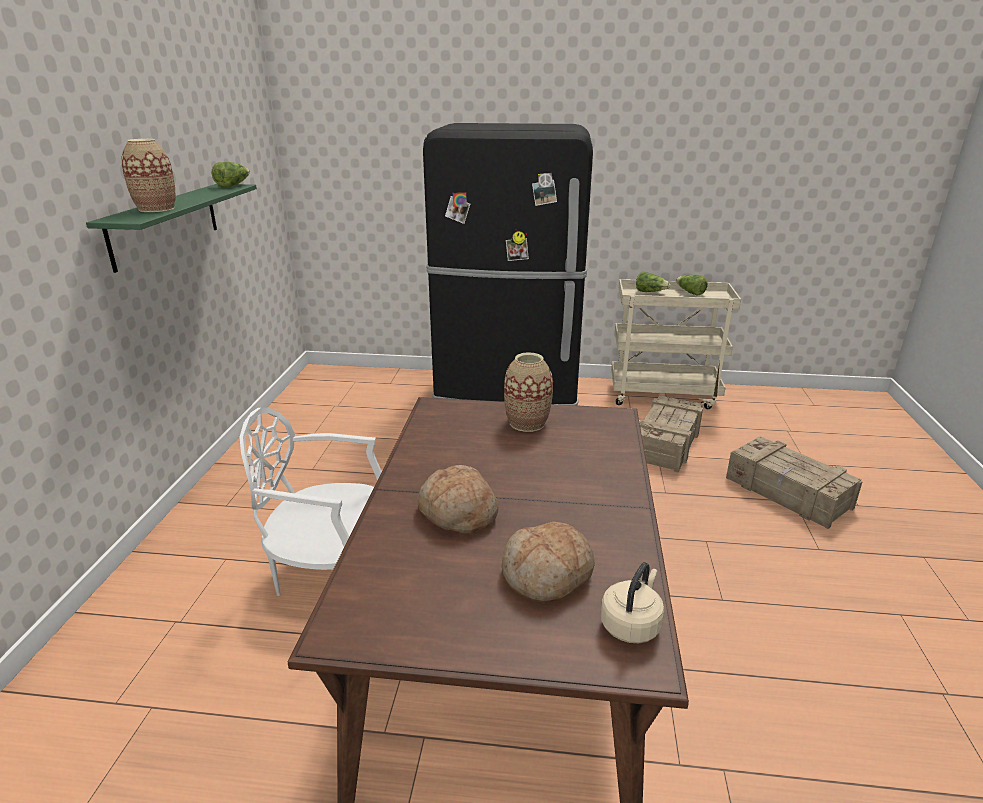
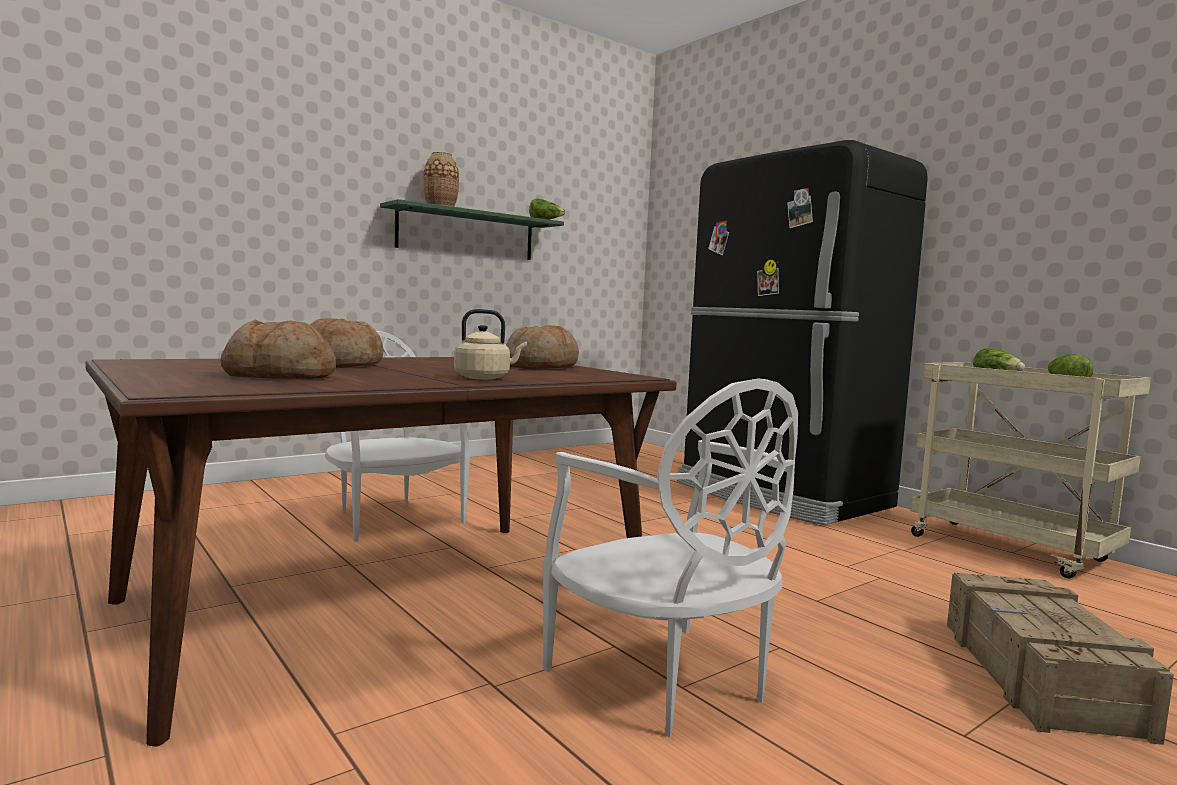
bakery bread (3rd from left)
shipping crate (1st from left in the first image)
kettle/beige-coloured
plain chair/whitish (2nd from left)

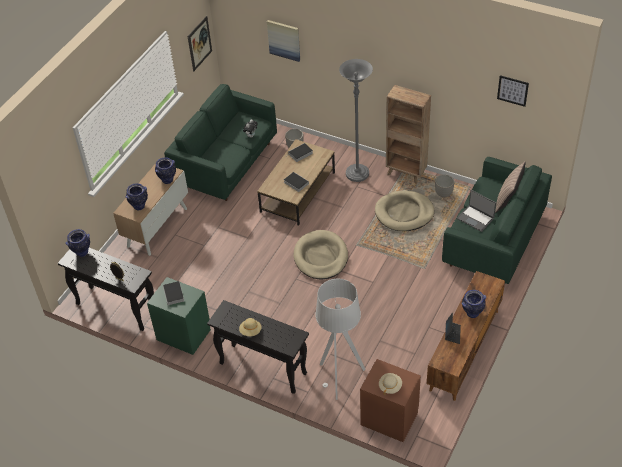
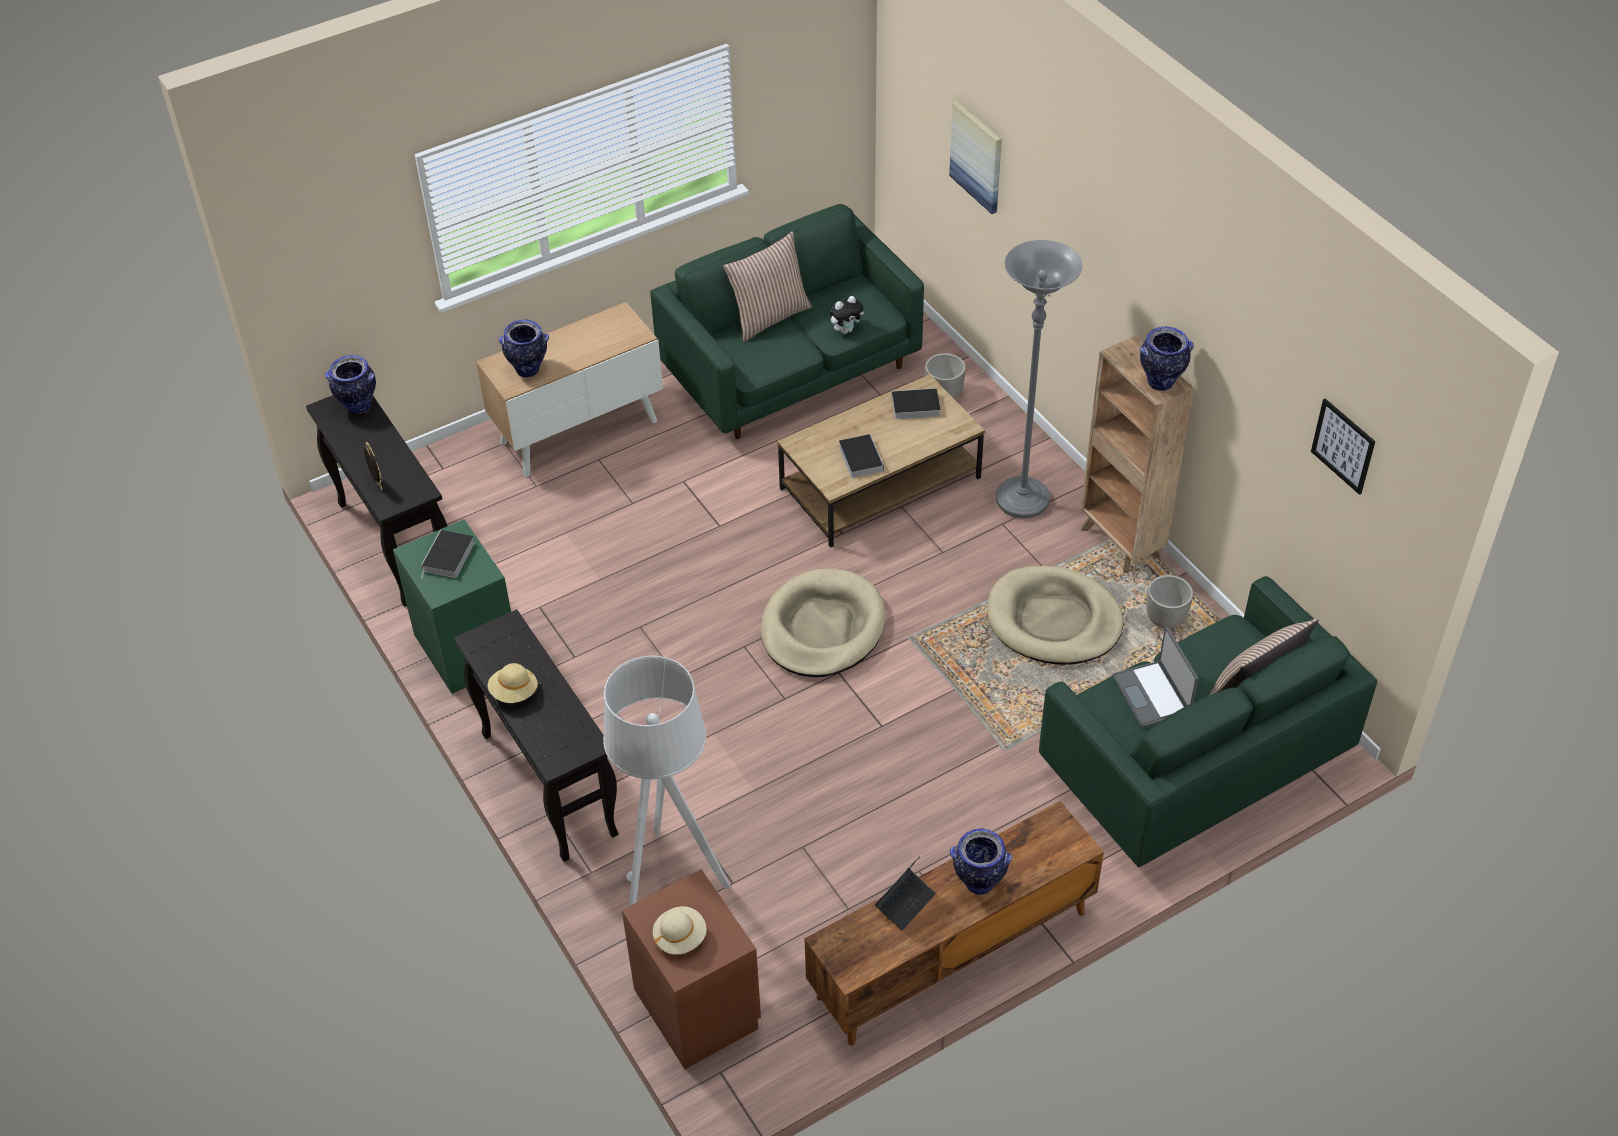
wall art (1st from left in the first image)
vase (4th from left)
cushion (1st from left)

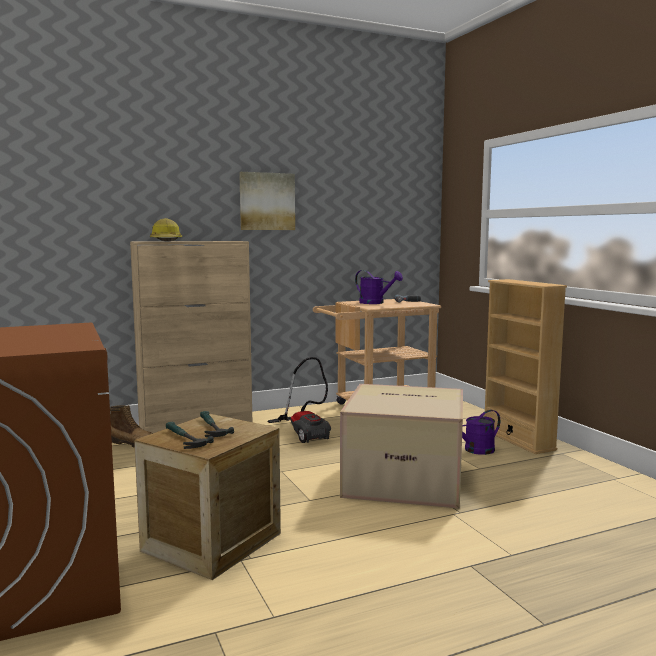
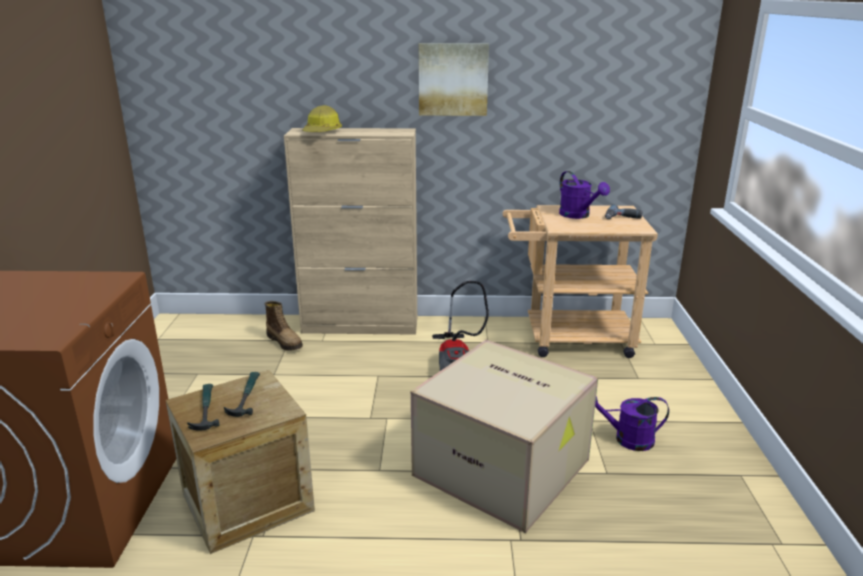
bookshelf/beige-coloured

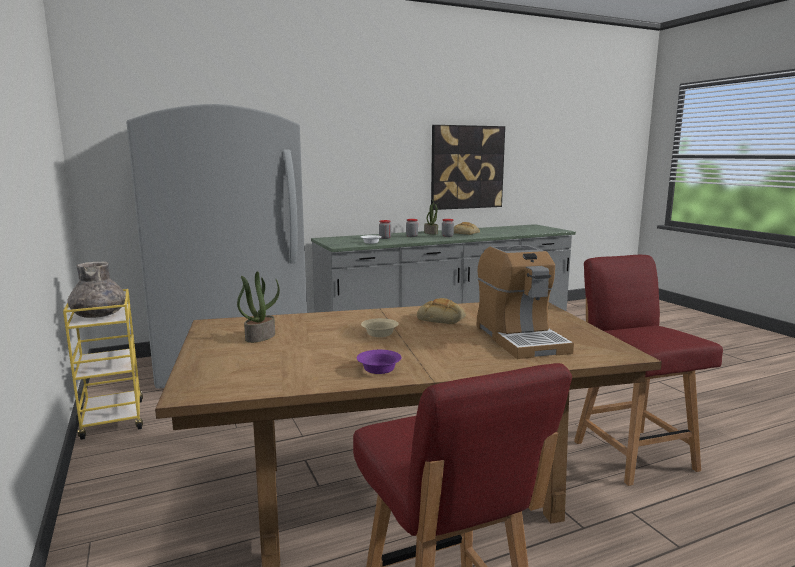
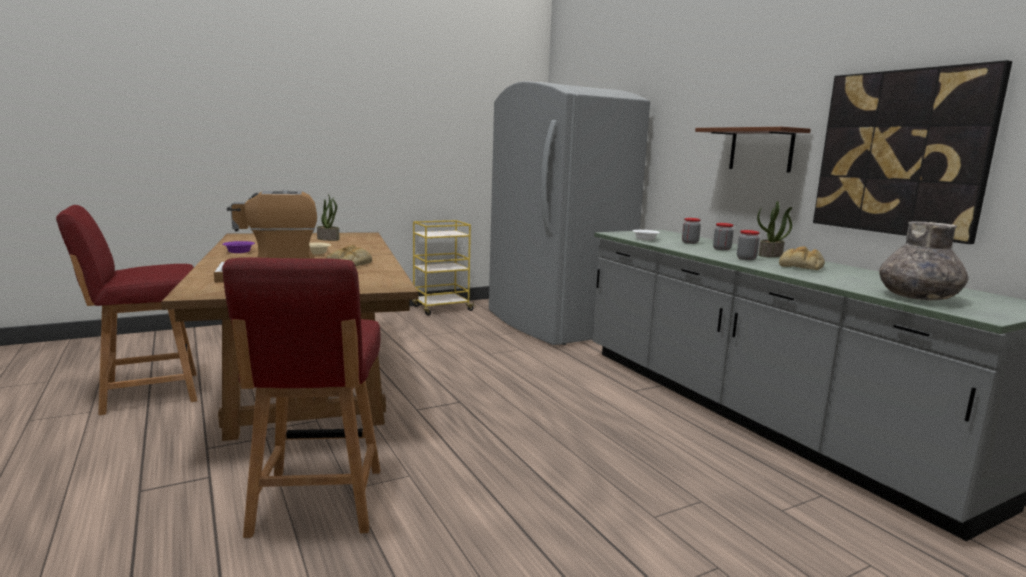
plain chair/red (2nd from left)
vase/gray
wall shelf/brownish

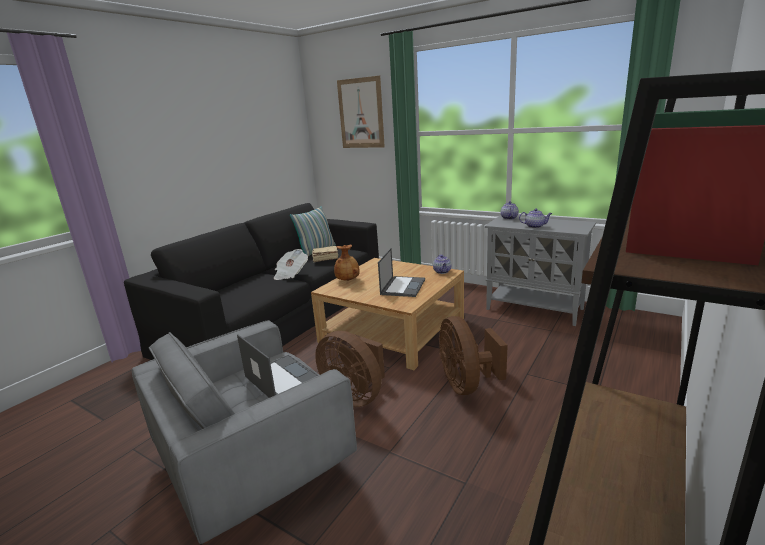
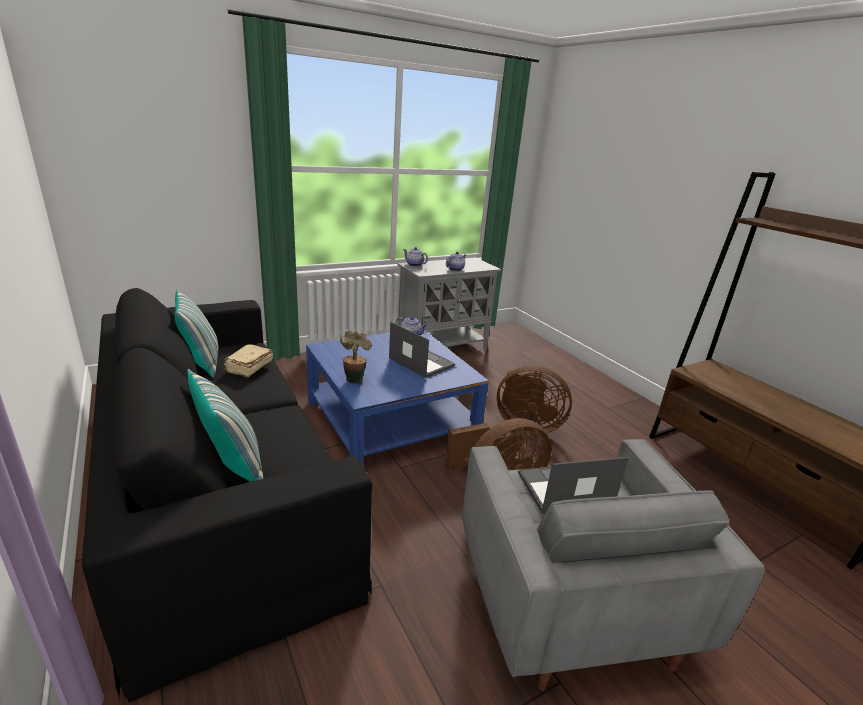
wall art
plant in a pot
newspaper
coffee table/bluish
cushion (2nd from left)

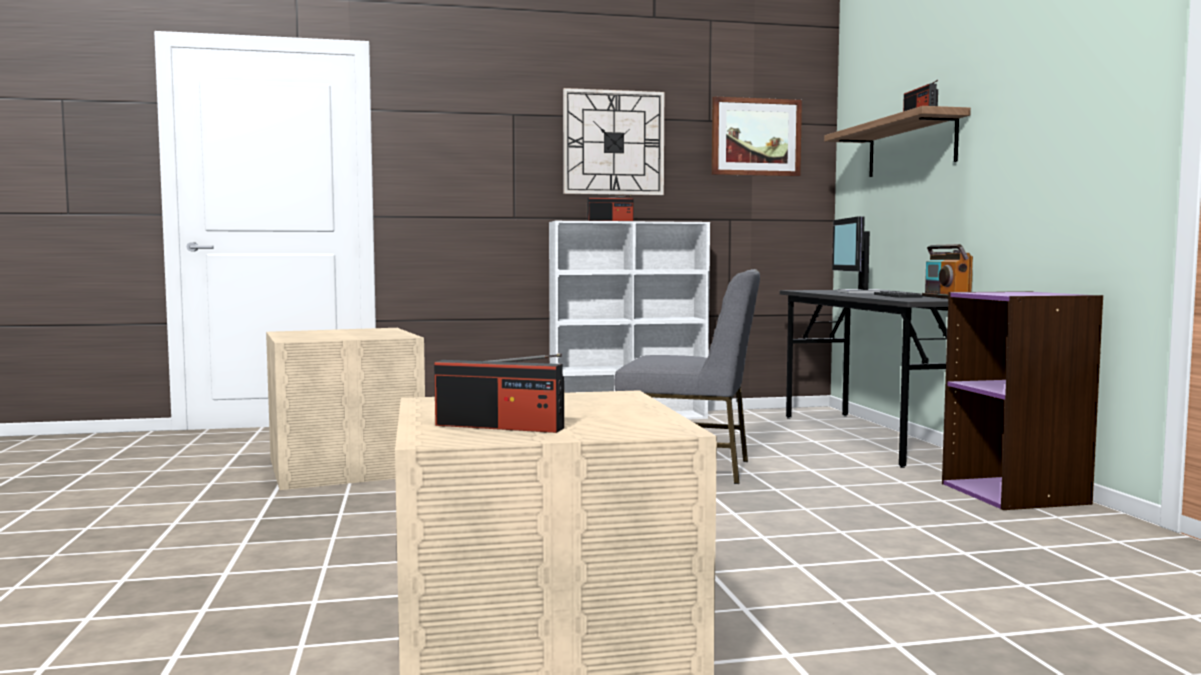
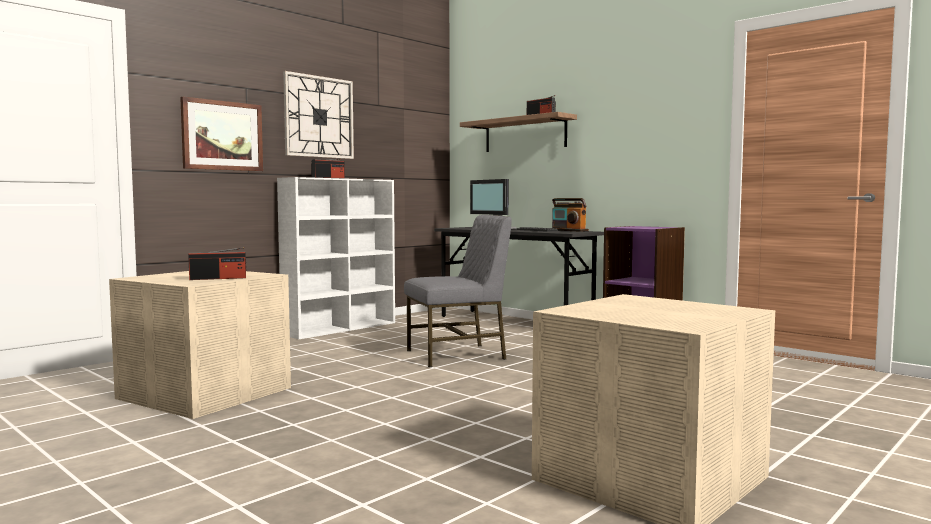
wall art
radio set (1st from left)

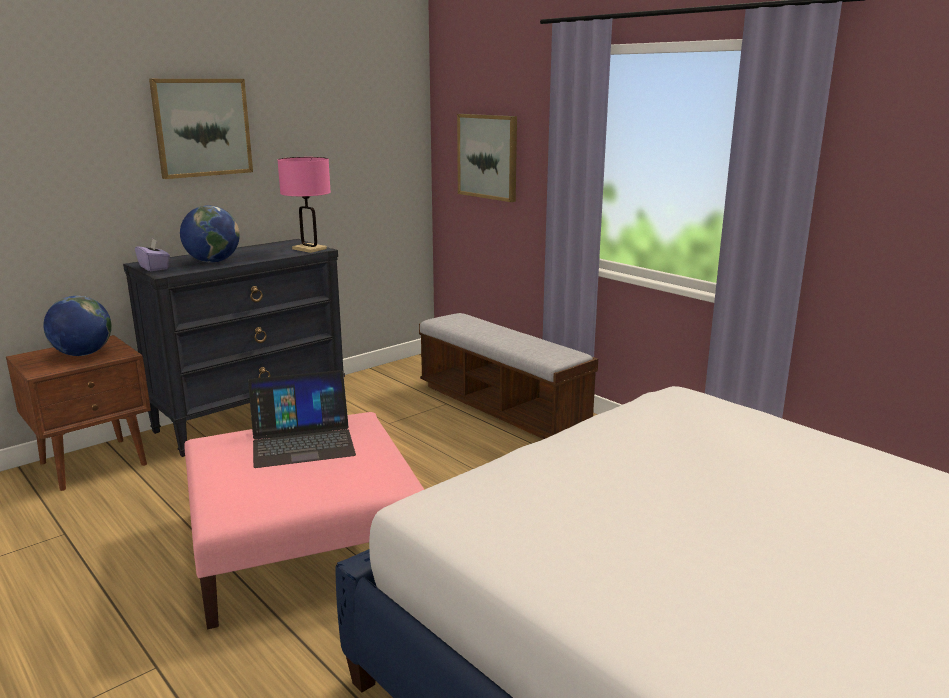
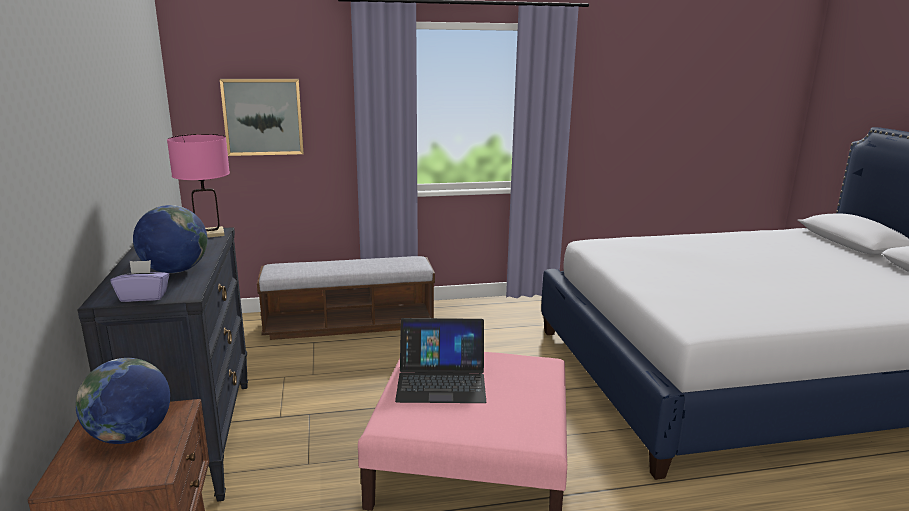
wall art (1st from left in the first image)
notebook computer

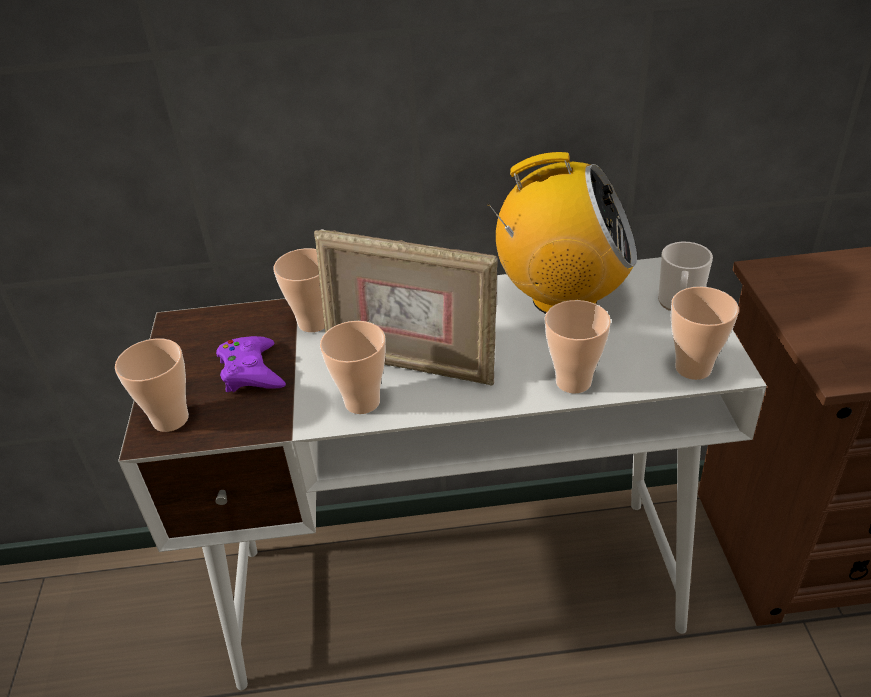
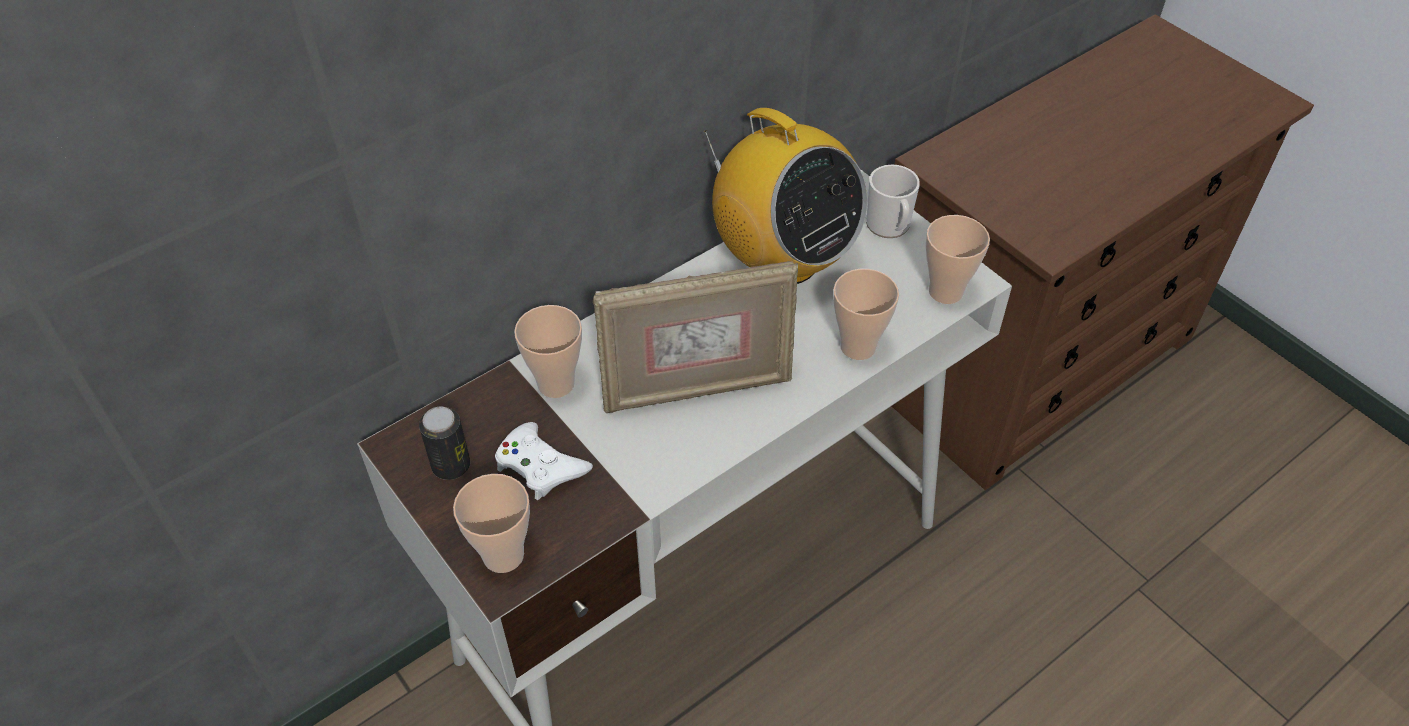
radio set
drinking cup (3rd from left in the first image)
gamepad/whitish
can

